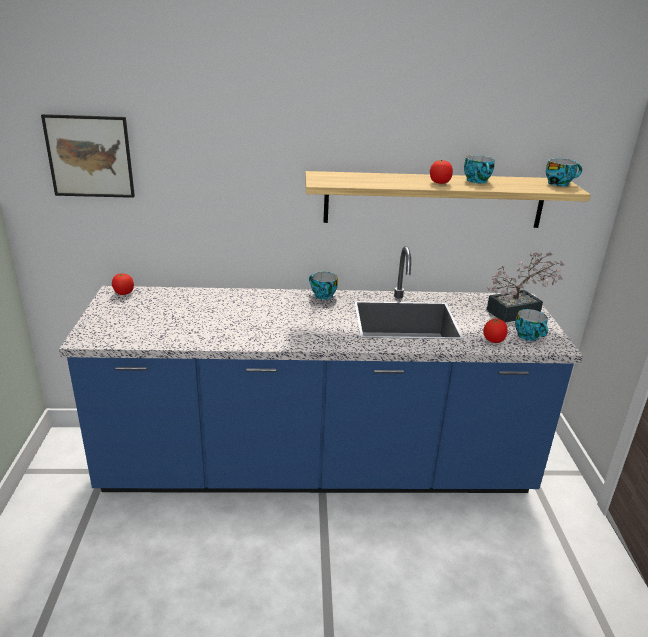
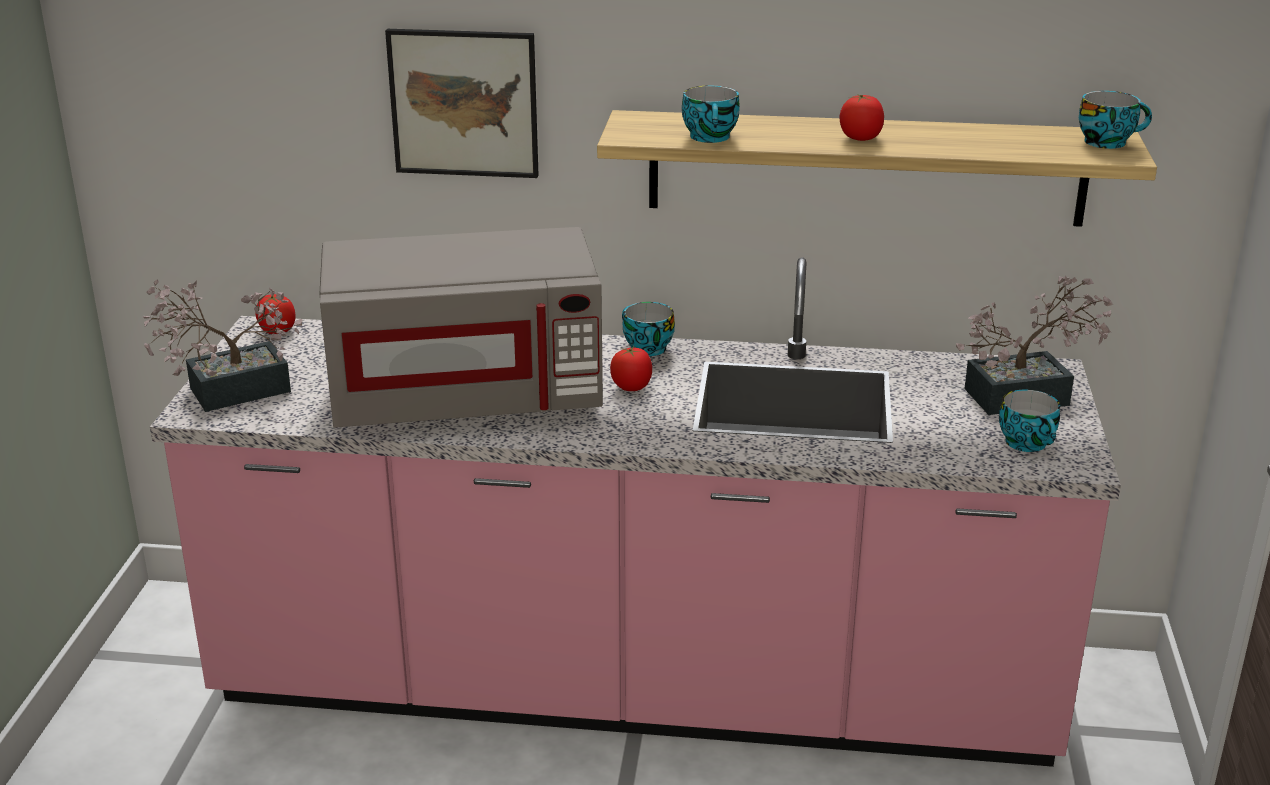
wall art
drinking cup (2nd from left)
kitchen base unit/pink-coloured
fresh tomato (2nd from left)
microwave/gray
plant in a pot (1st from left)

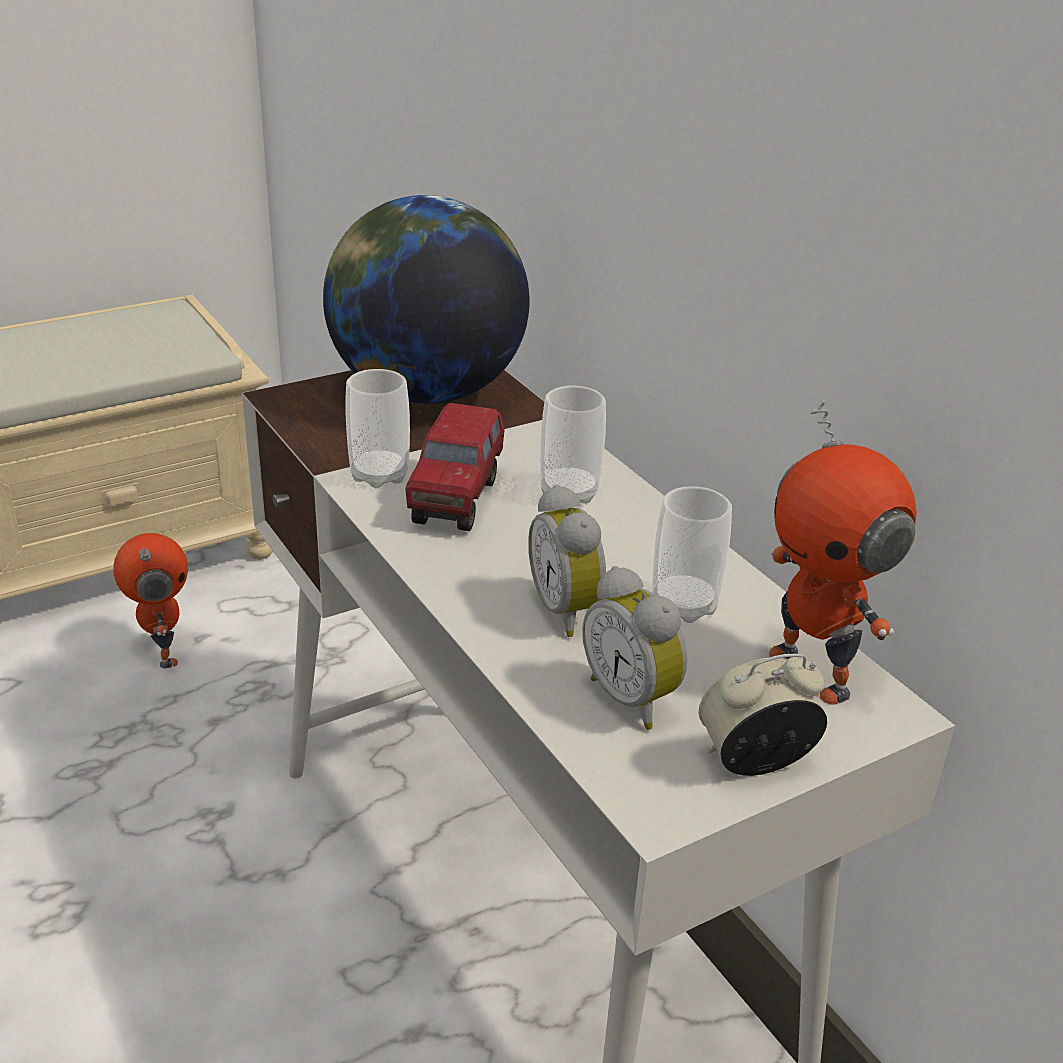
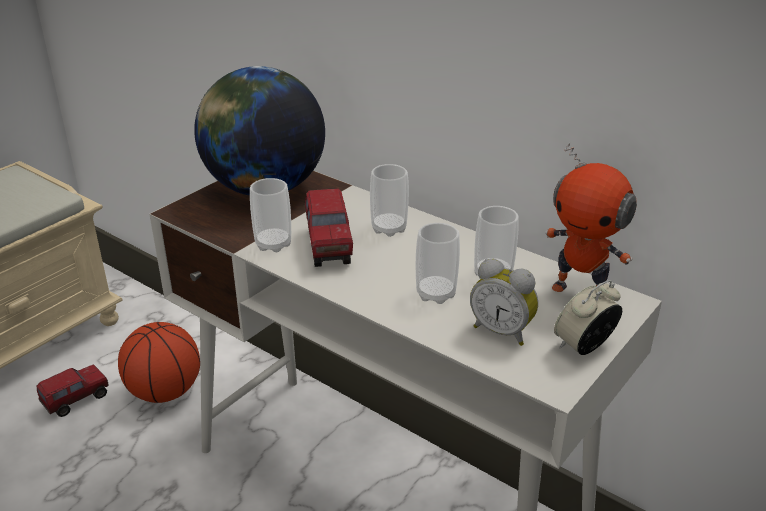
drinking cup (3rd from left)
toy truck (1st from left)
basketball ball

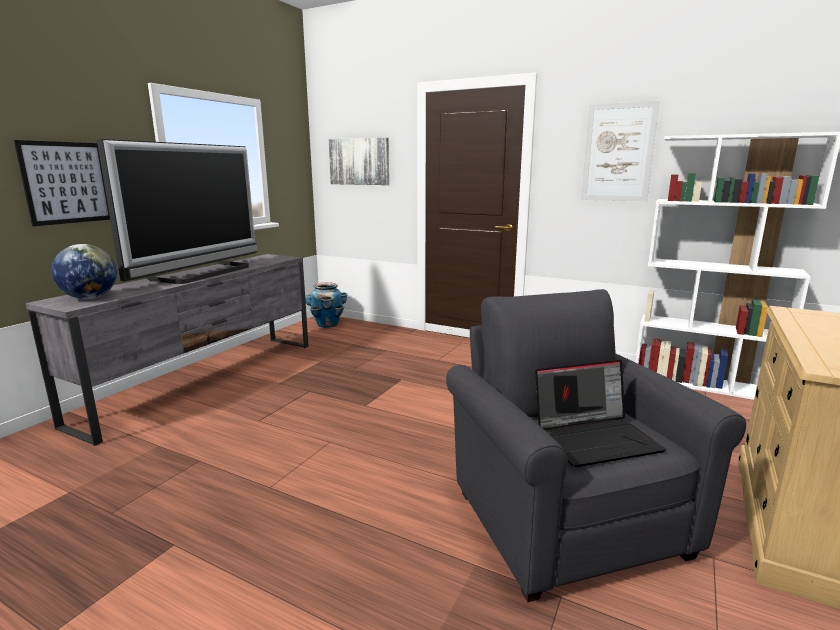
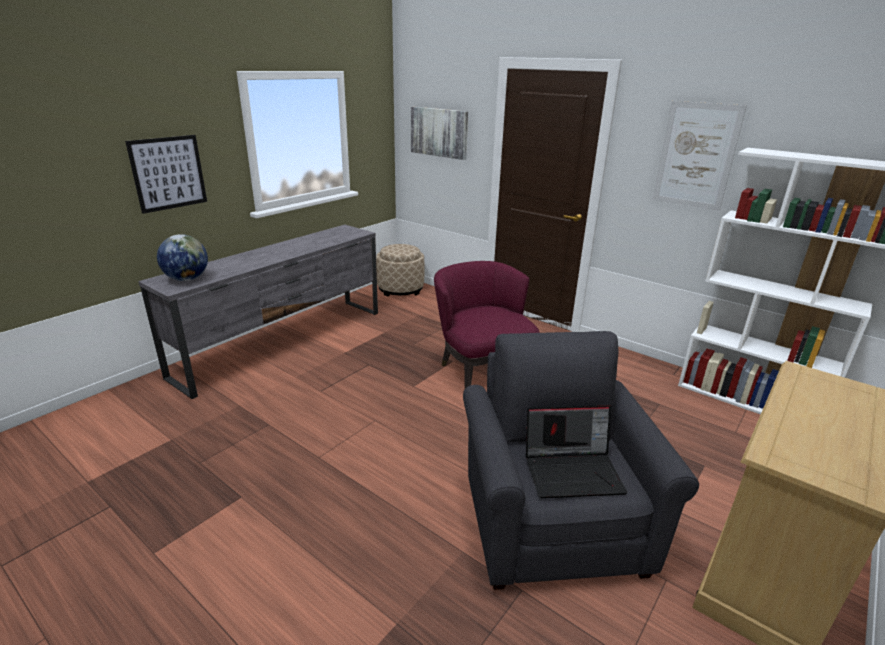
TV
ottoman/beige-coloured
armchair/purplish

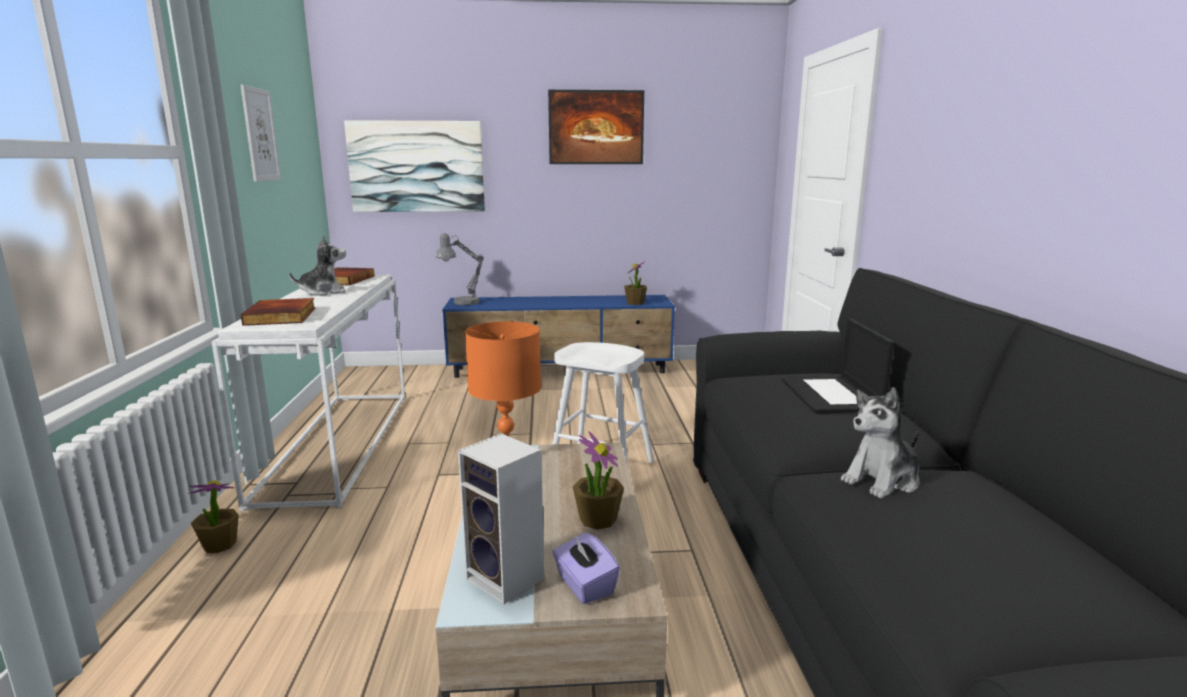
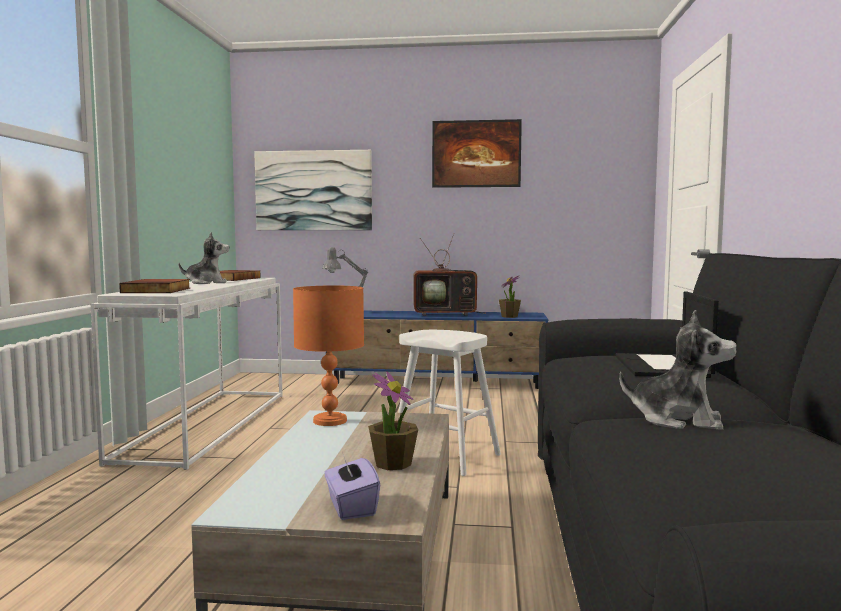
wall art (1st from left in the first image)
plush toy (2nd from left)
loudspeaker
plant in a pot (1st from left in the first image)
TV

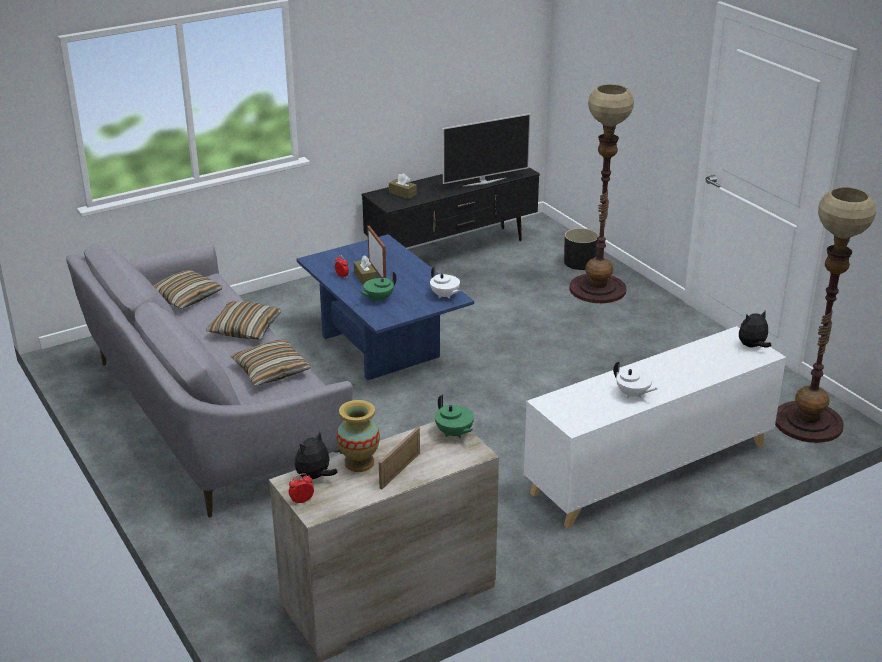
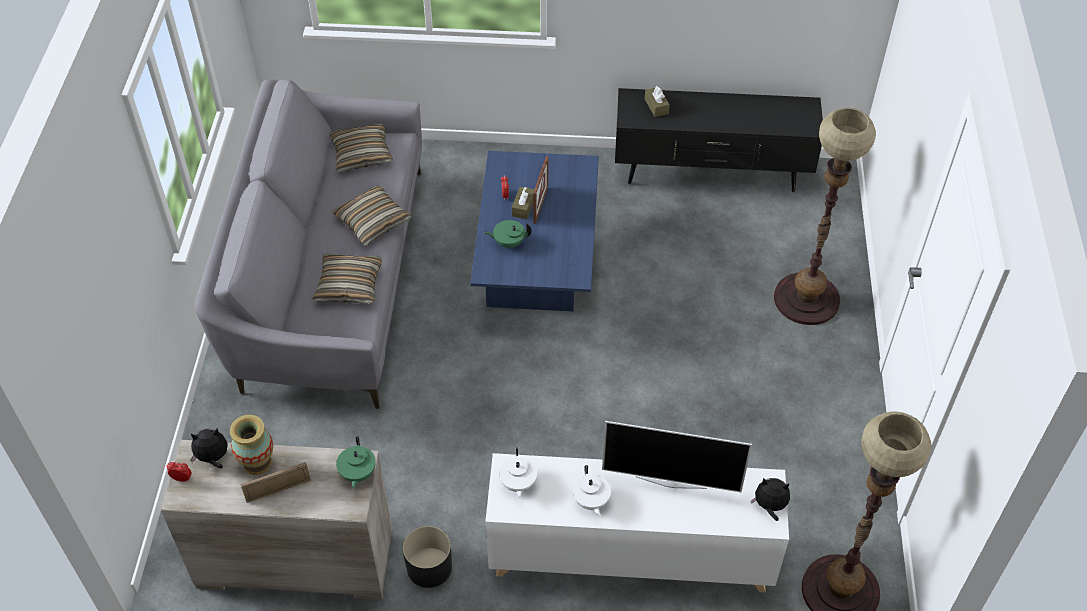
TV
planter/black
pot for tea/whitish (1st from left)

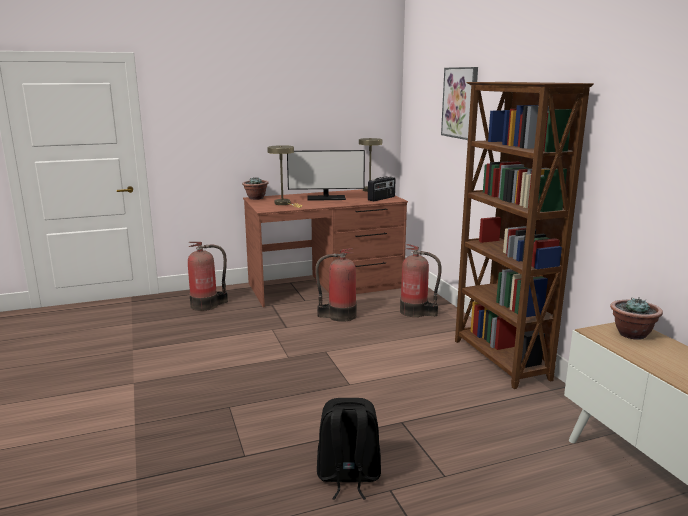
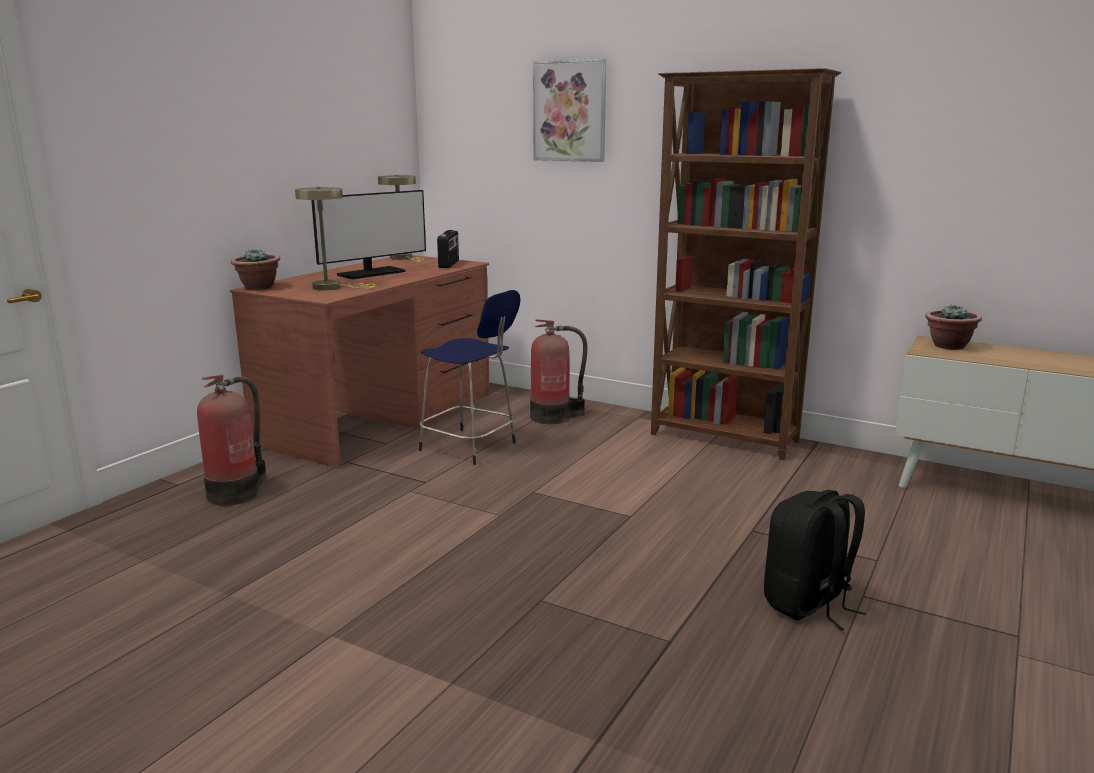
stool/bluish

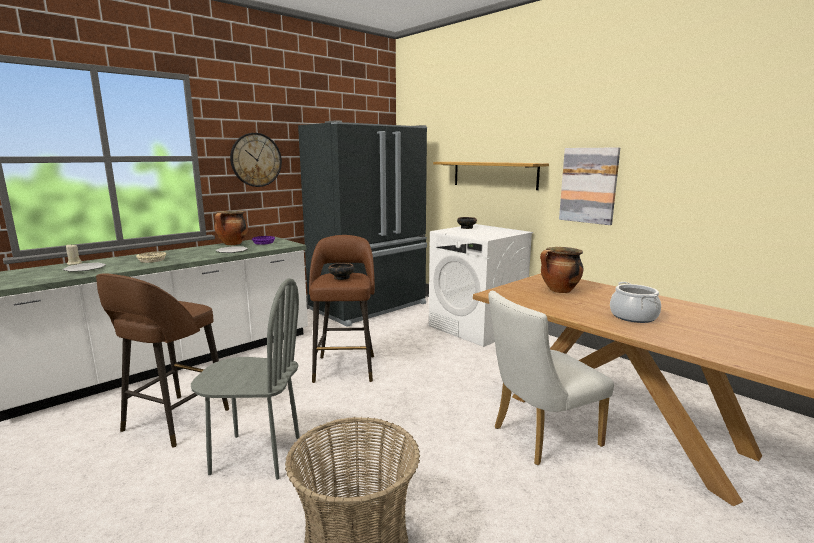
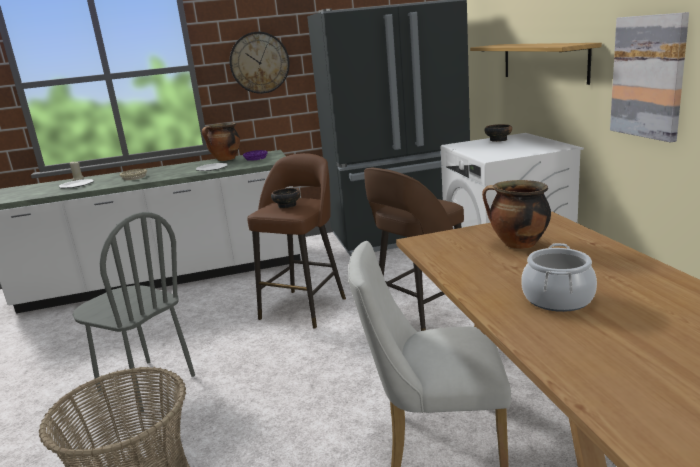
stool/brownish (2nd from left)

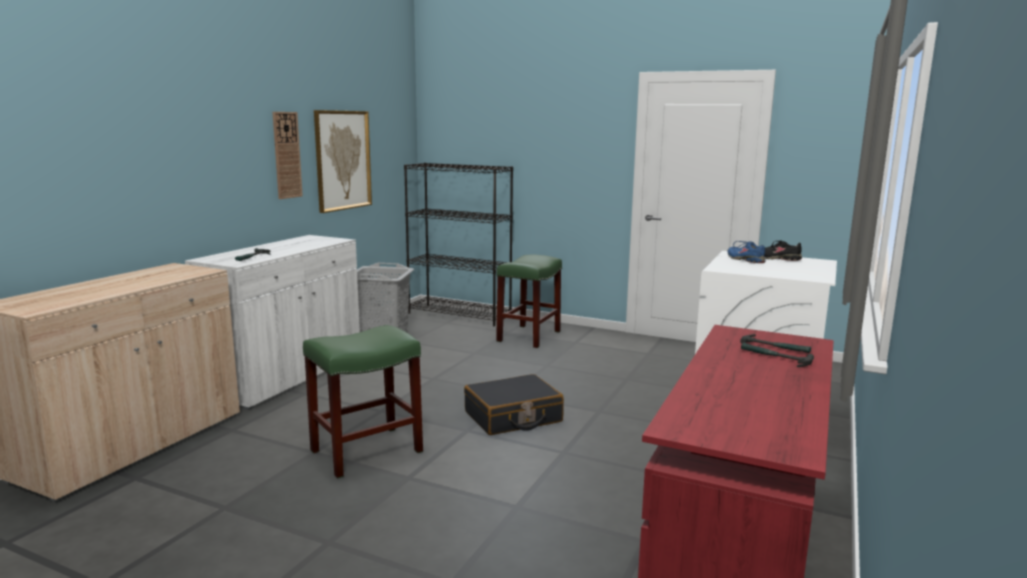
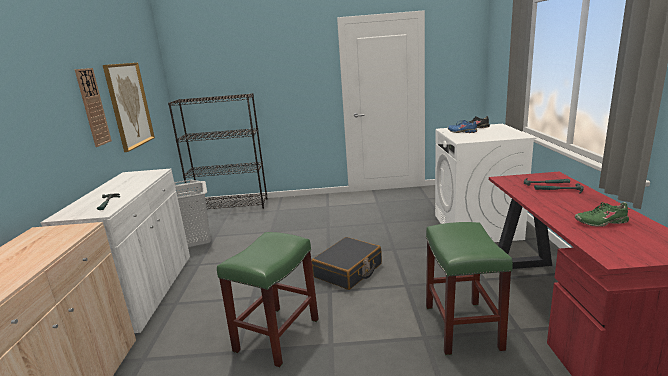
stool/green-coloured (2nd from left)
low shoe/green-coloured

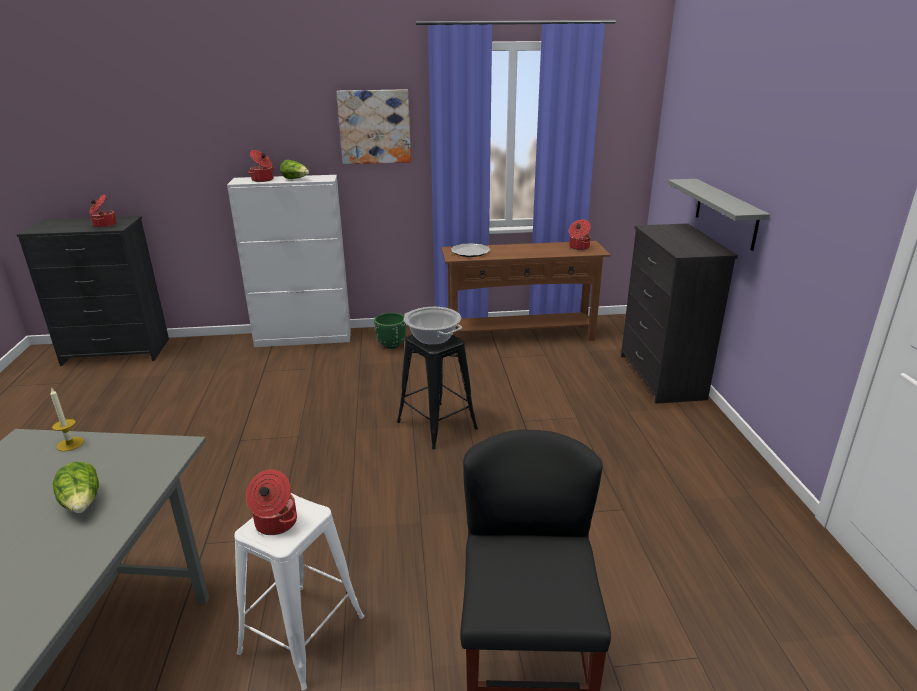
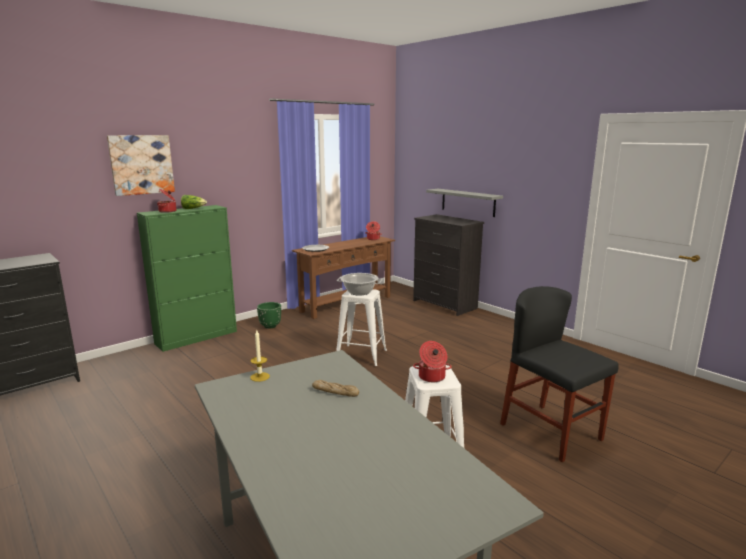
wall art
storage cabinet/green-coloured
saucepot (1st from left in the first image)
stool/whitish (1st from left)
bakery bread

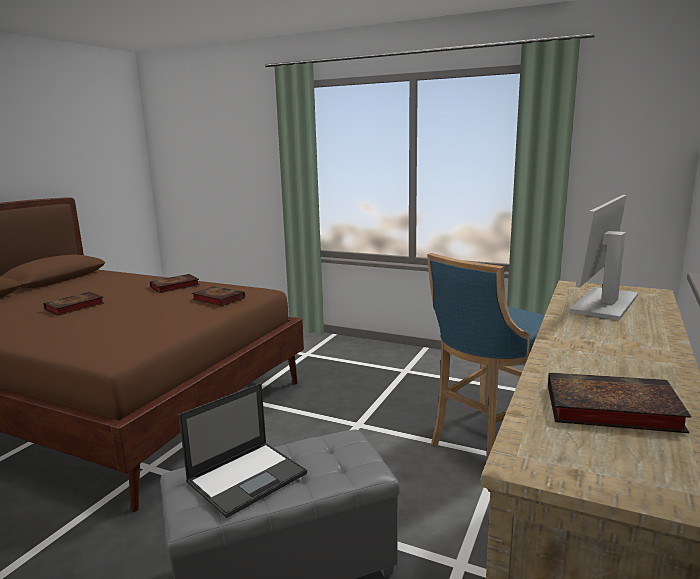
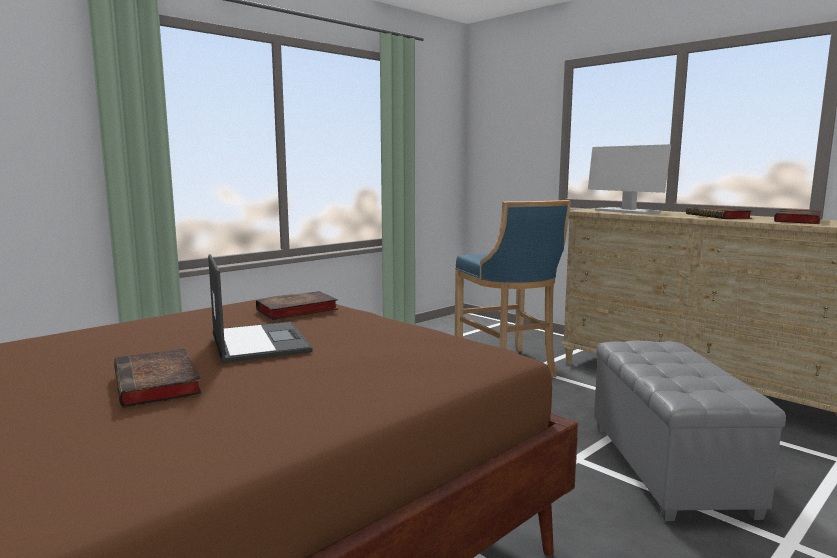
volume (3rd from left)
notebook computer

